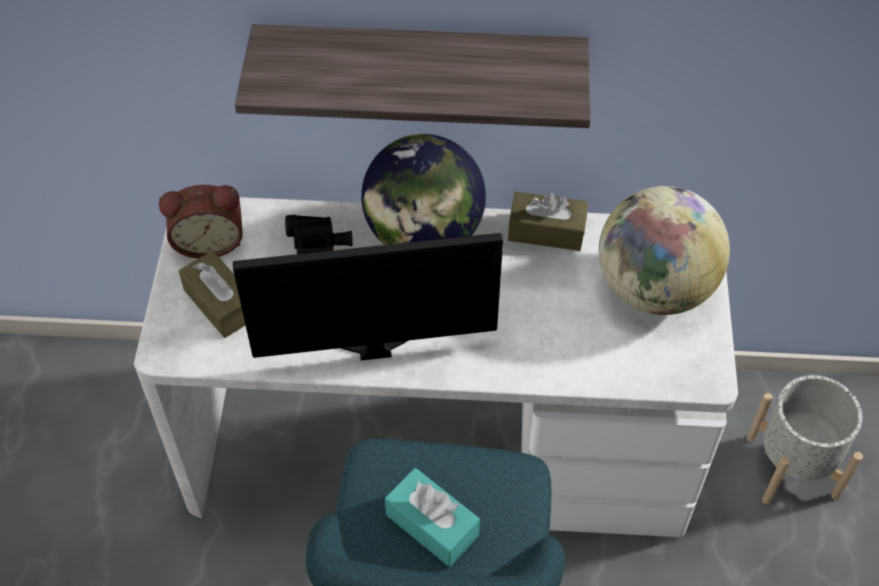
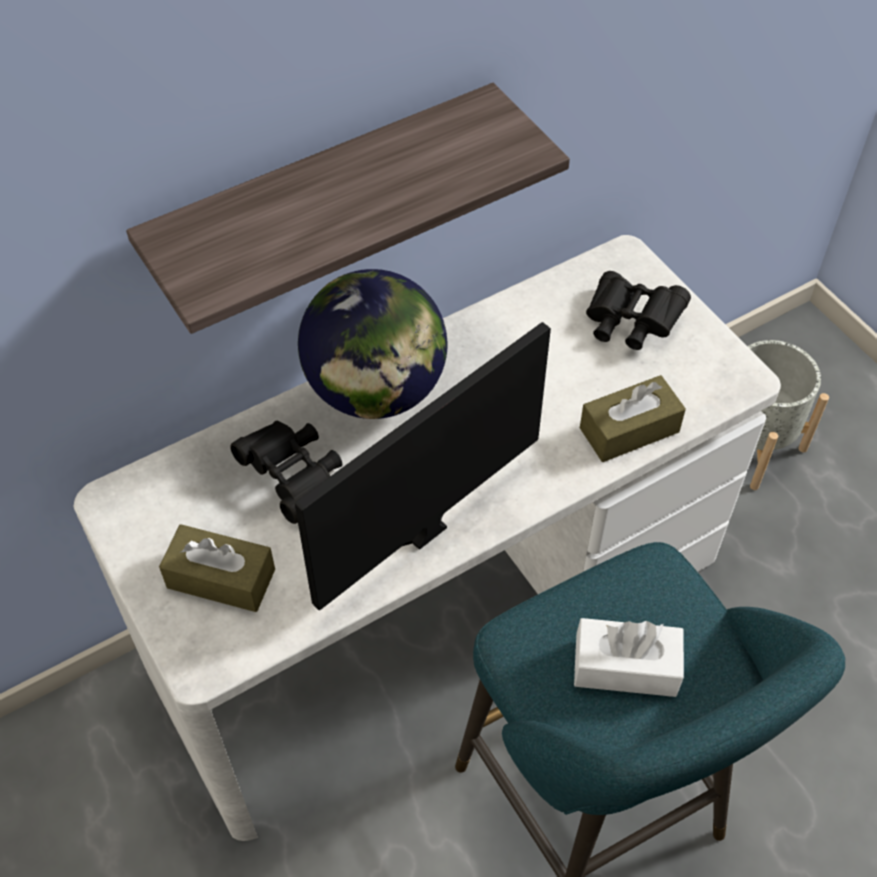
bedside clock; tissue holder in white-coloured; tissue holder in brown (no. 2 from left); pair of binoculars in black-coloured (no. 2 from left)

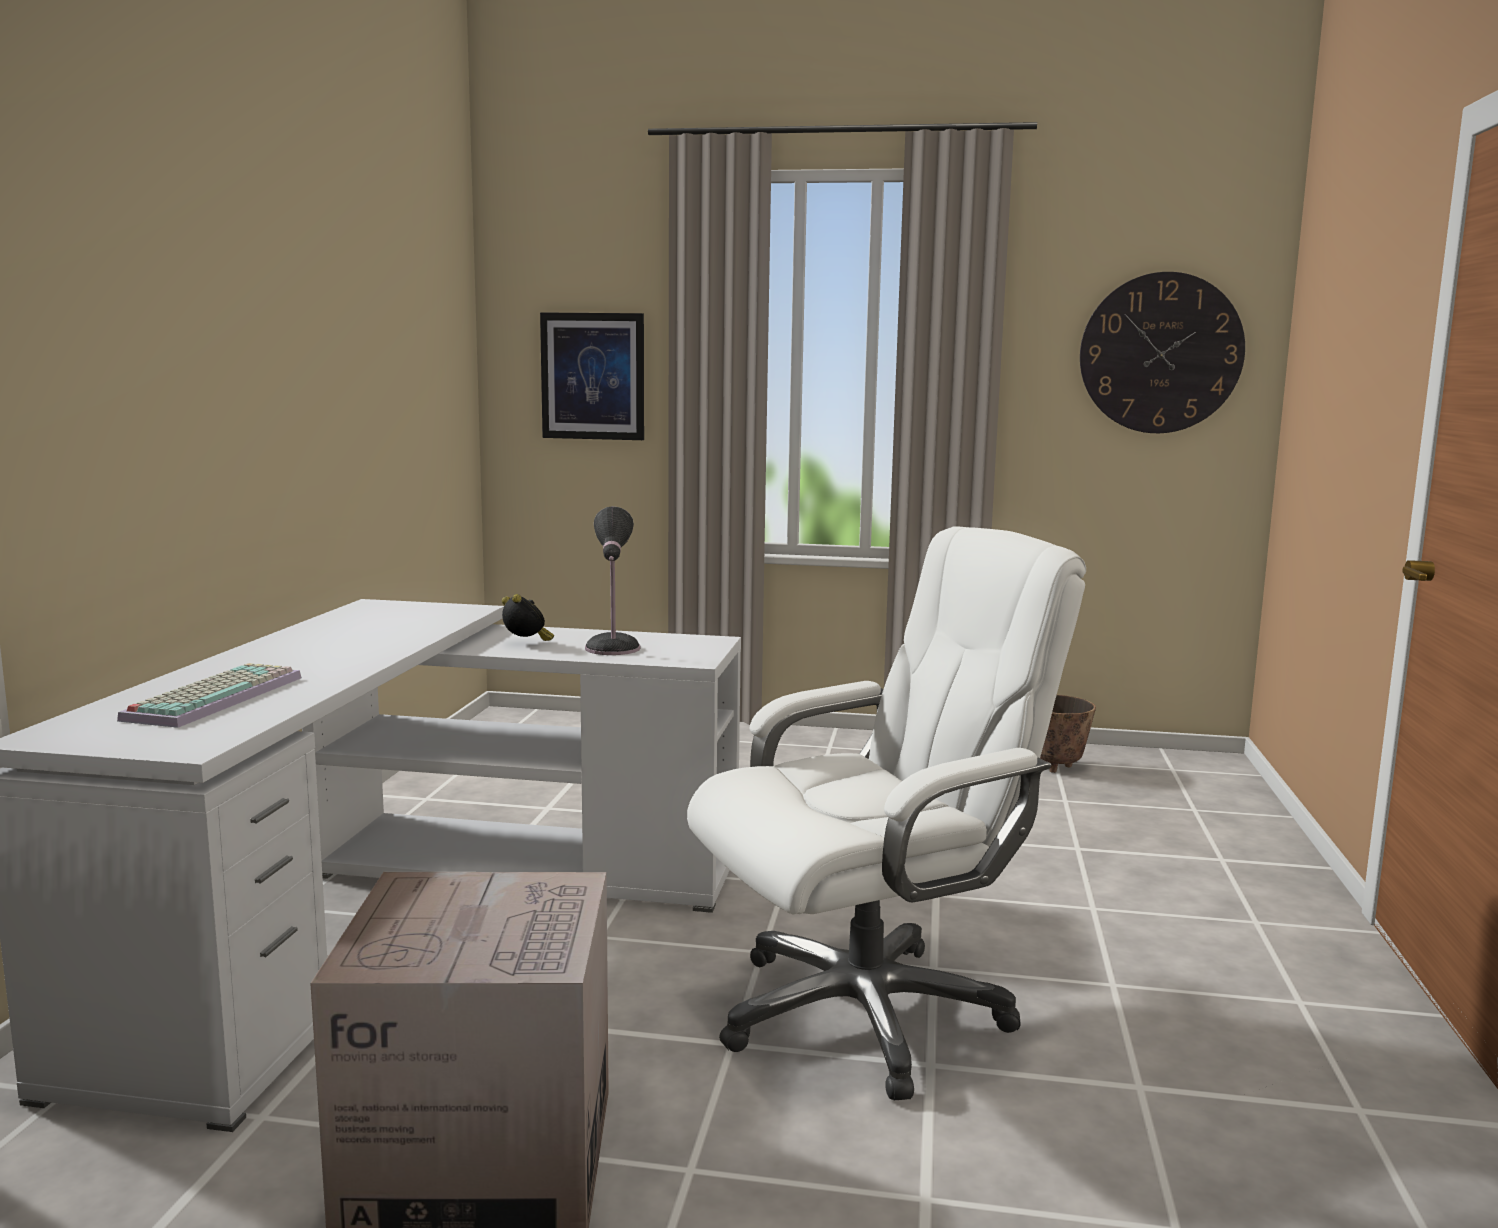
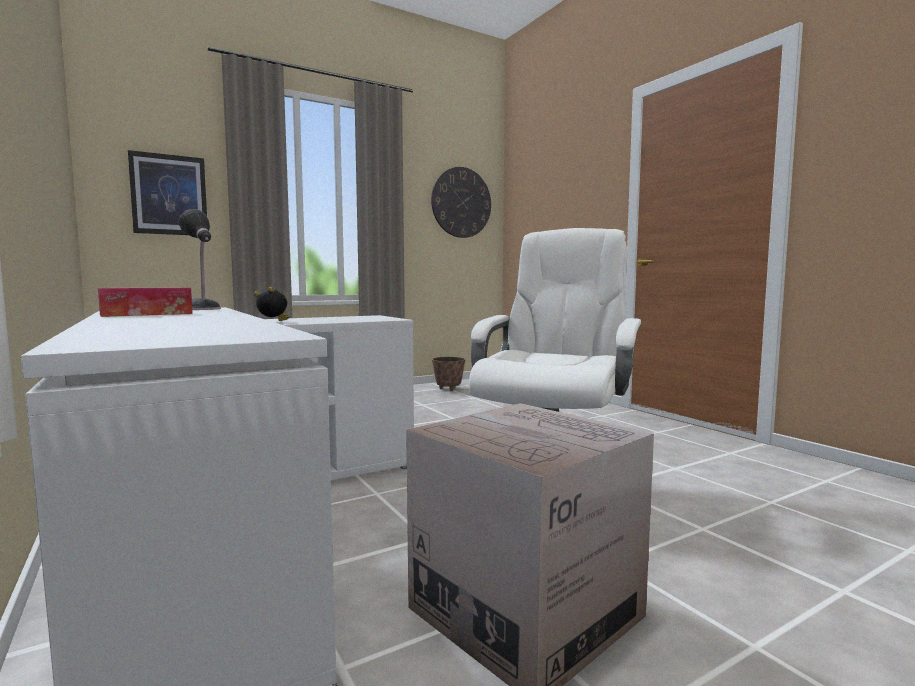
PC keyboard; table lamp; tissue holder

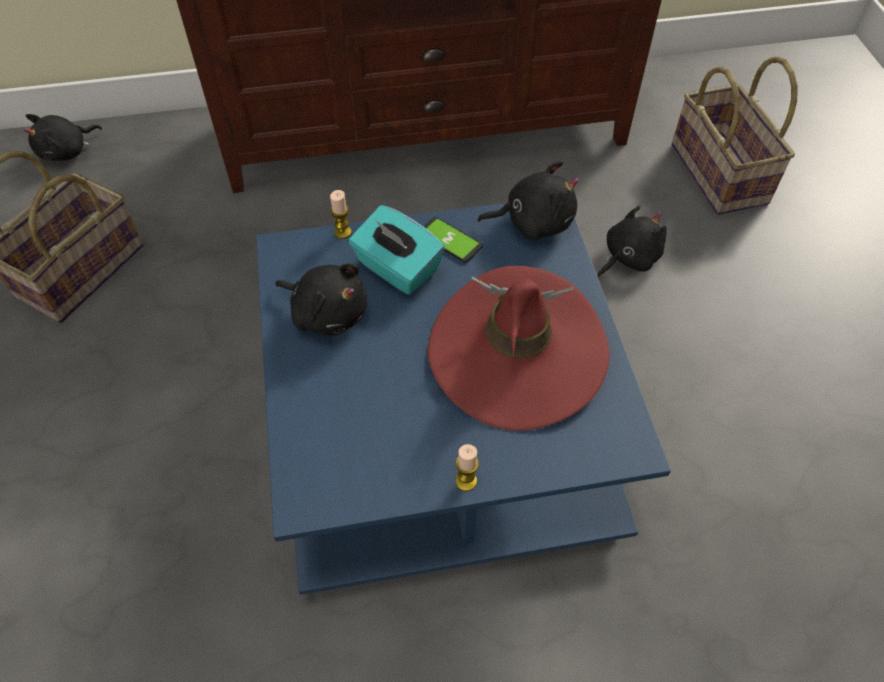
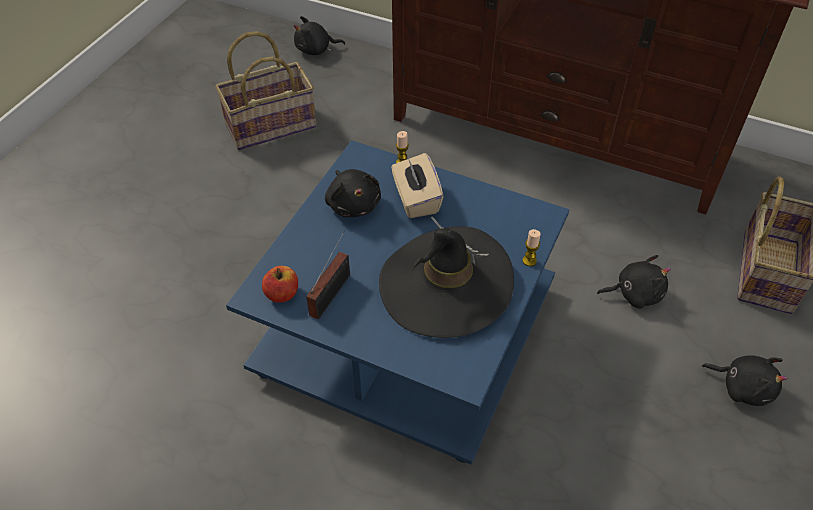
tissue holder in beige-coloured; phone; hat in black-coloured; wax light (no. 2 from left); cuddly toy in black-coloured (no. 4 from left); apple fruit; radio set

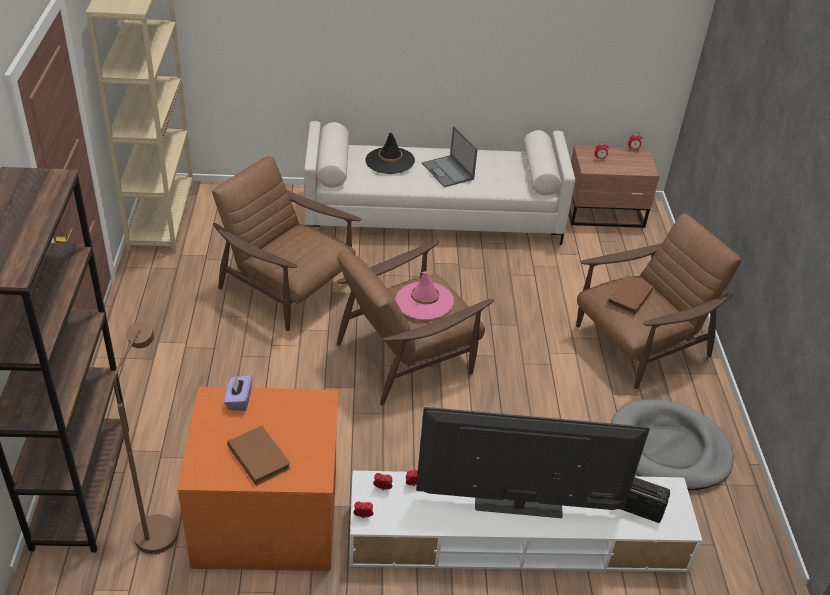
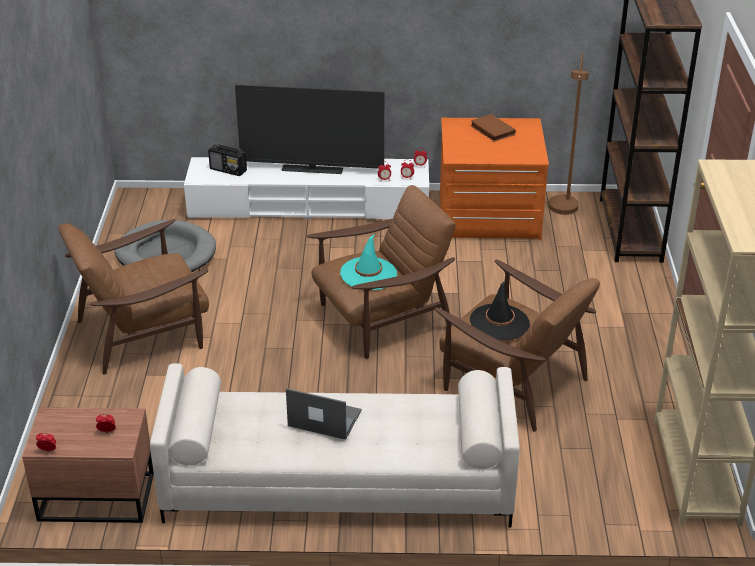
tissue holder in purplish; hat in black-coloured; hat in turquoise-coloured; notebook computer; bound book in brown (no. 2 from left in the first image)

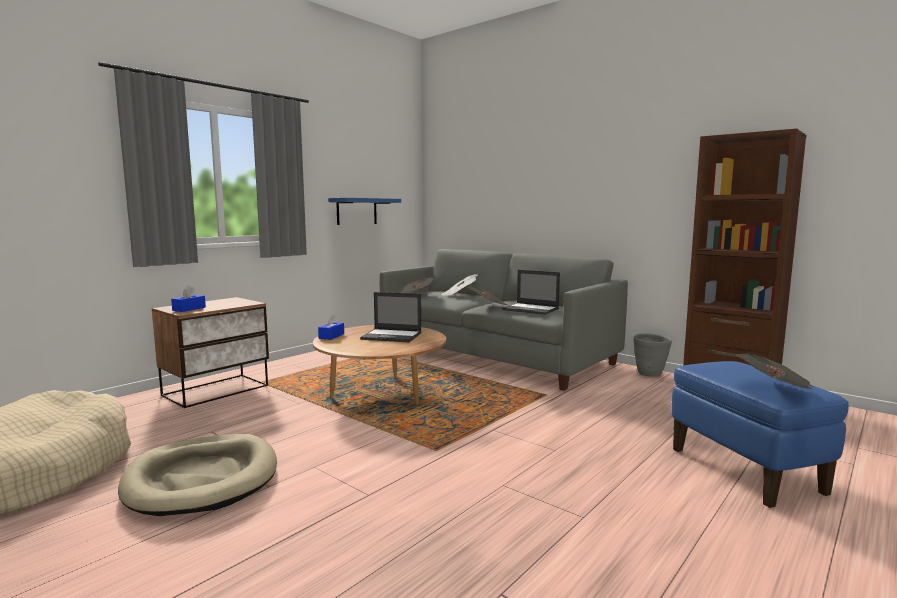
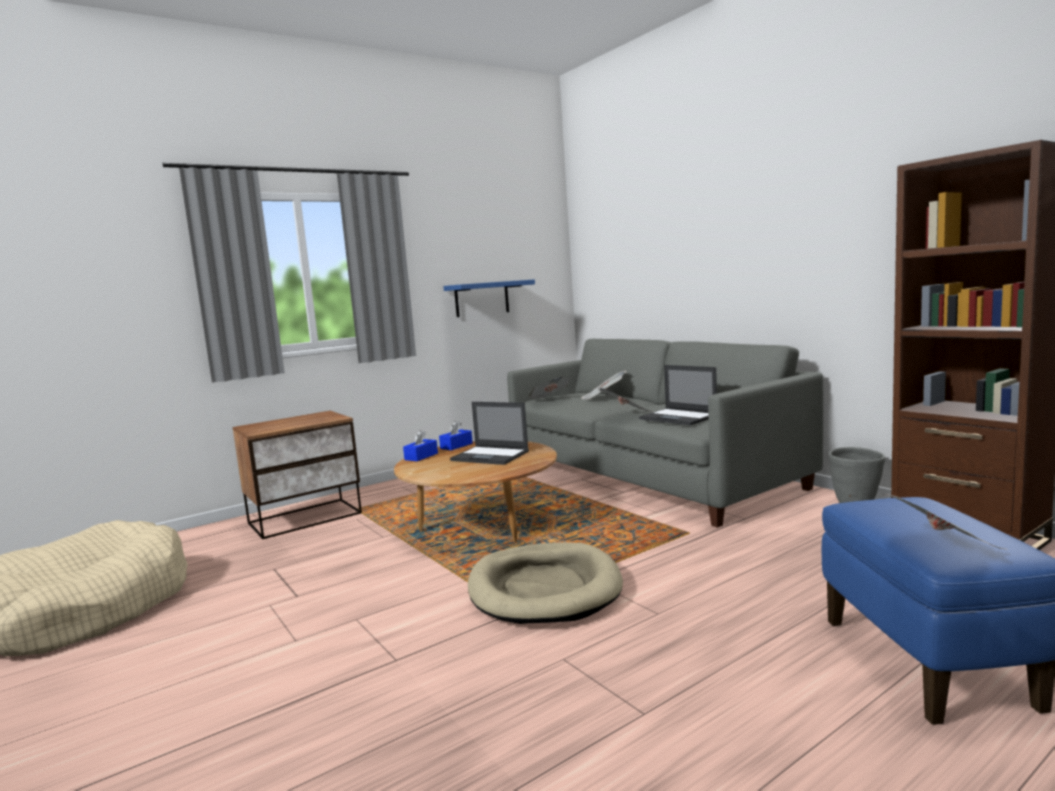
pet bed in beige-coloured (no. 2 from left); tissue holder in blue-coloured (no. 2 from left)

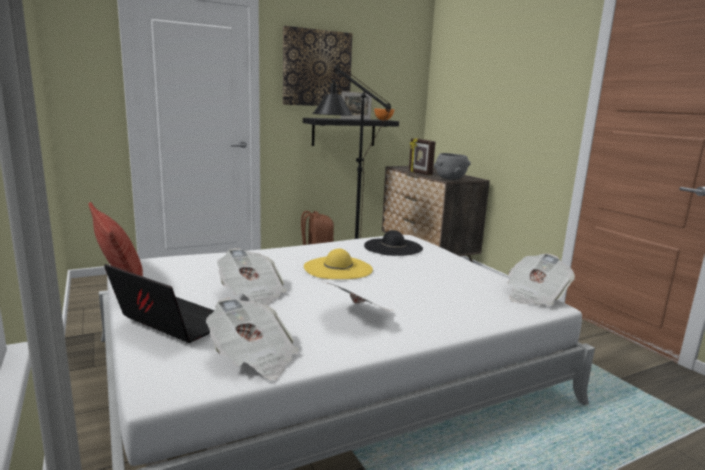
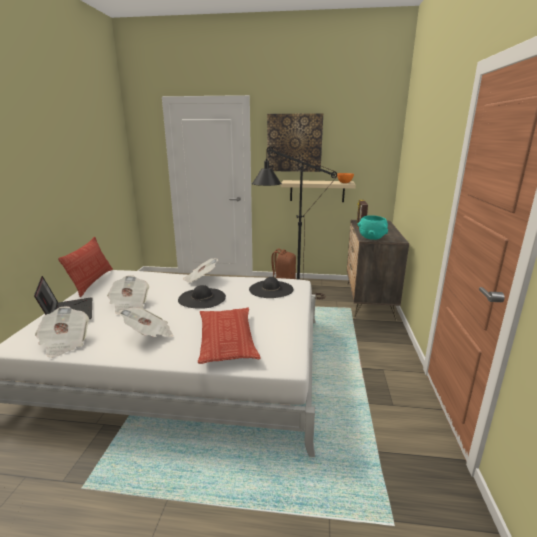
bracket shelf in beige-coloured; hat in black-coloured (no. 1 from left); standing frame (no. 1 from left in the first image); serving bowl in turquoise-coloured; printed paper (no. 4 from left); throw pillow (no. 2 from left)

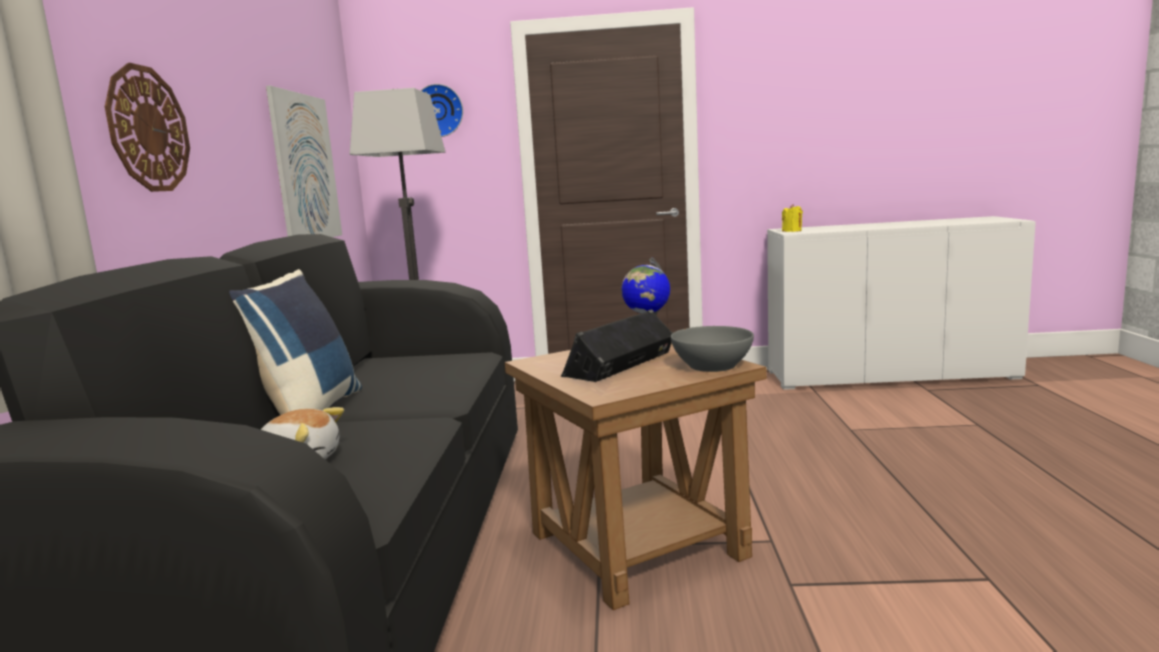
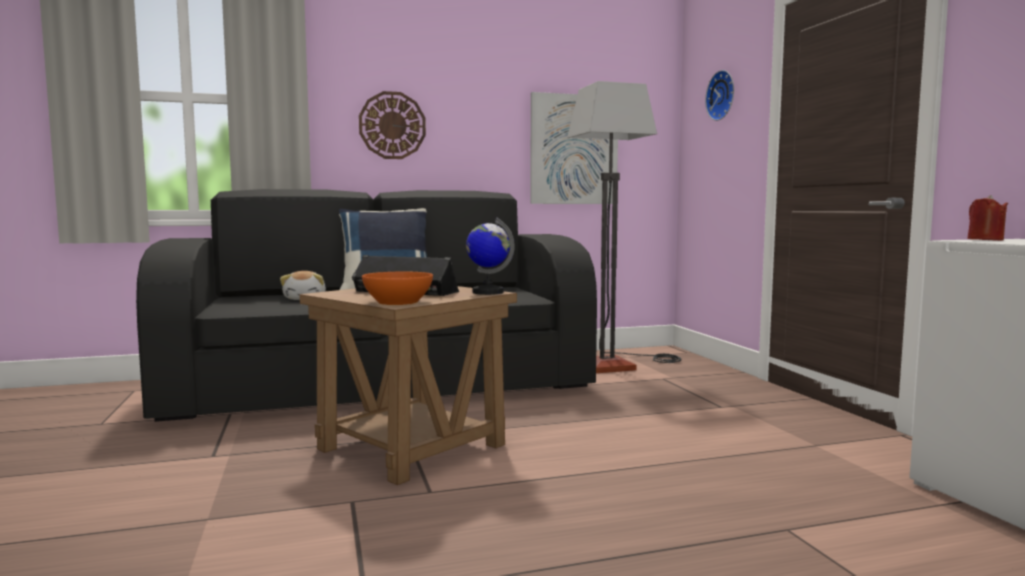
serving bowl in orange; wax light in reddish

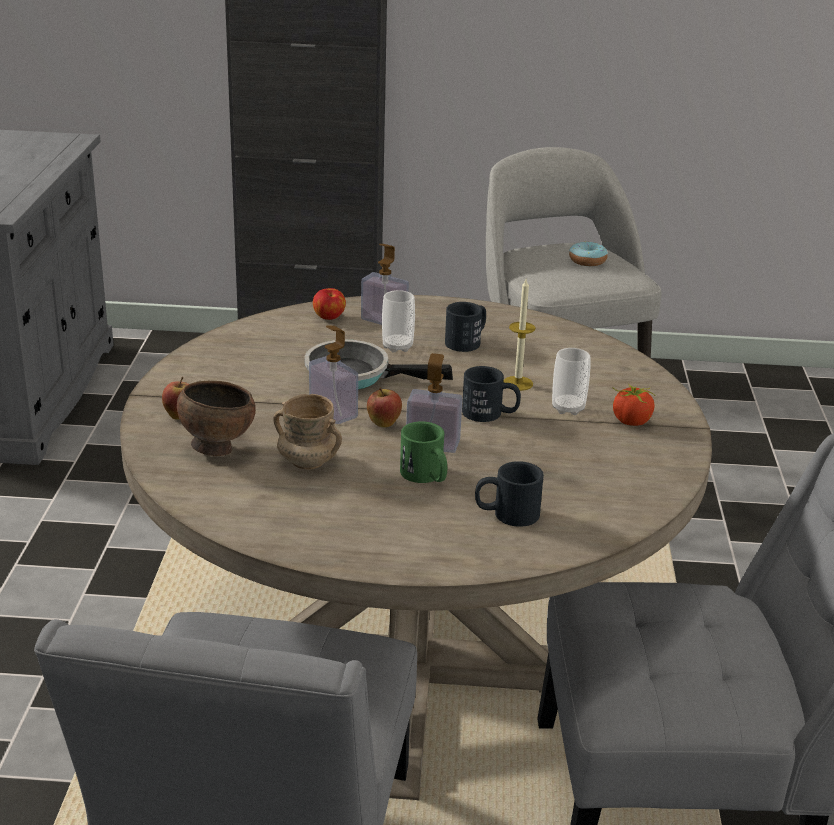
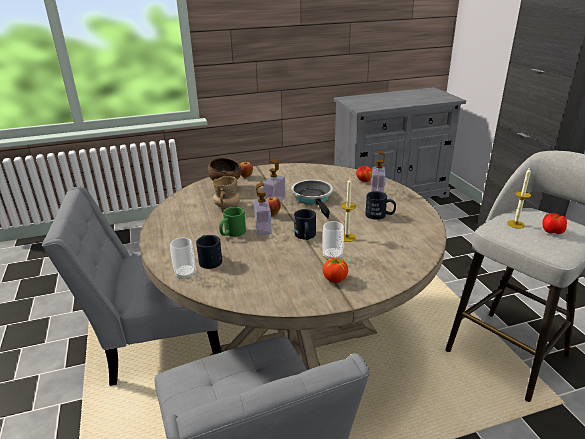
drinking cup (no. 1 from left); tomato (no. 2 from left); wax light (no. 2 from left)

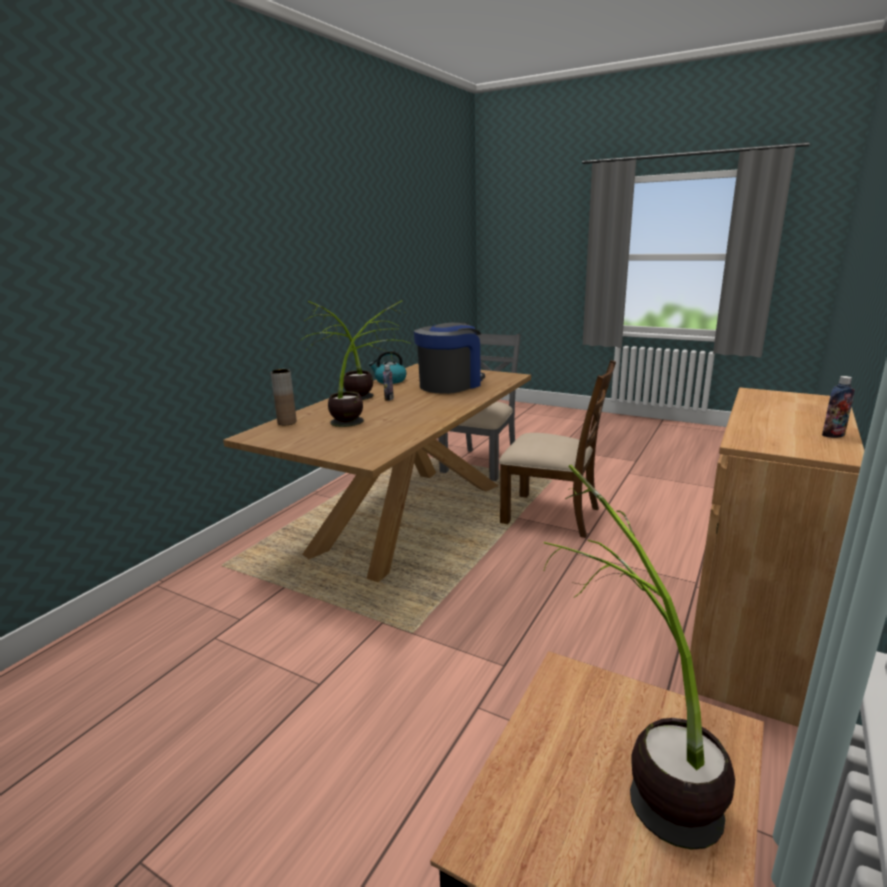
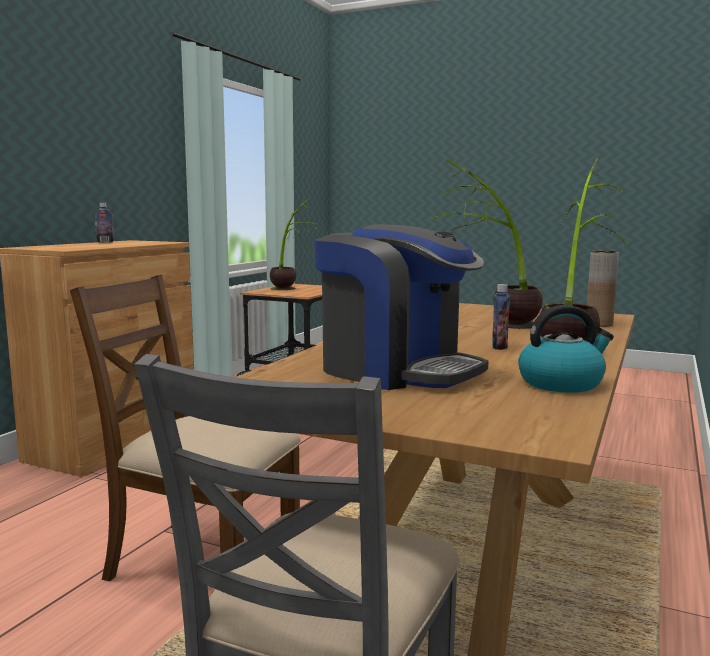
coffee maker

